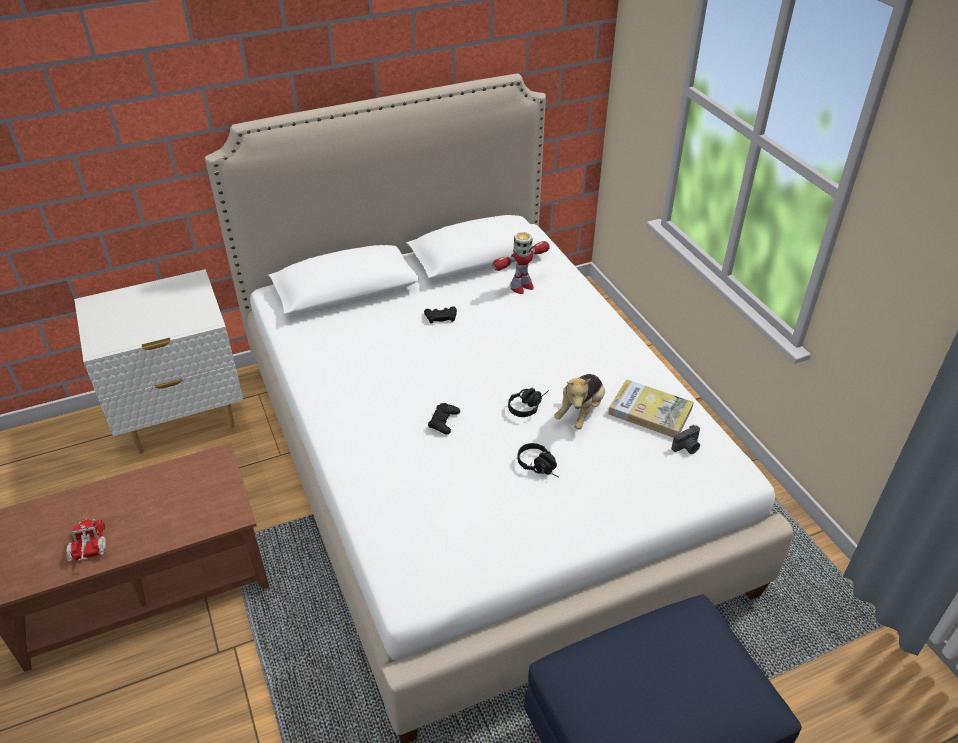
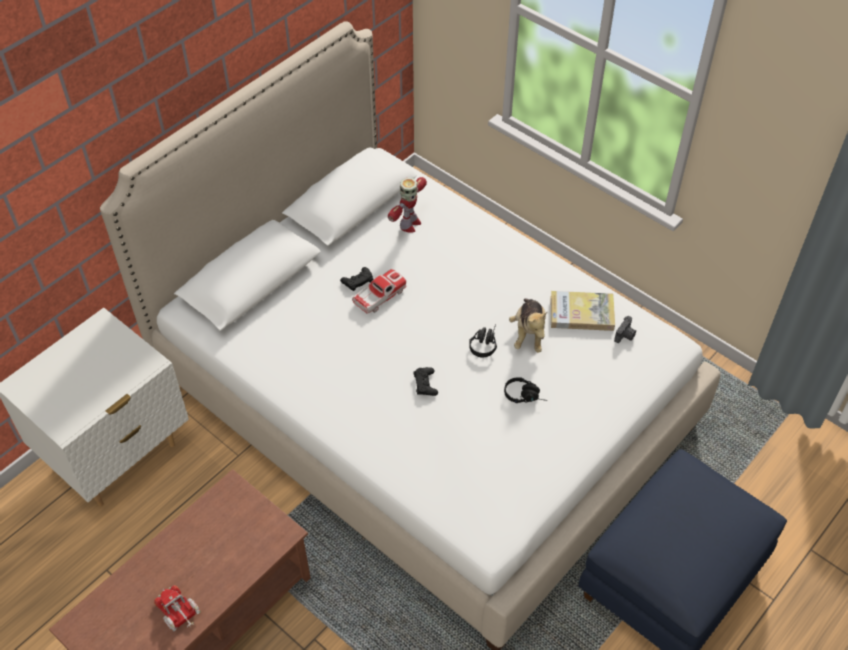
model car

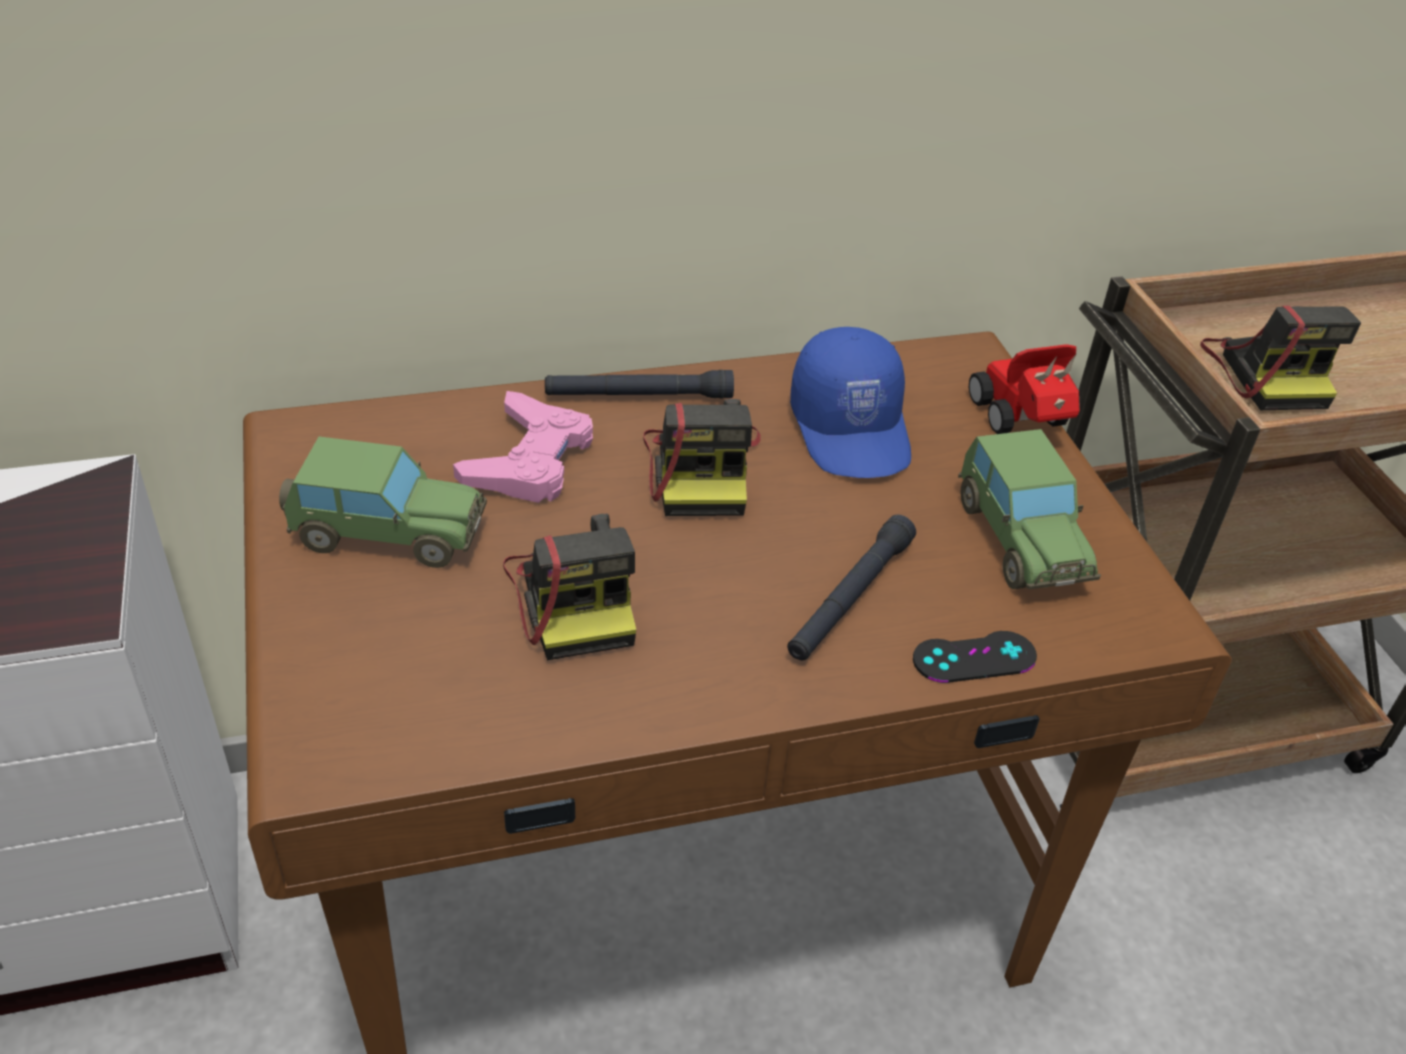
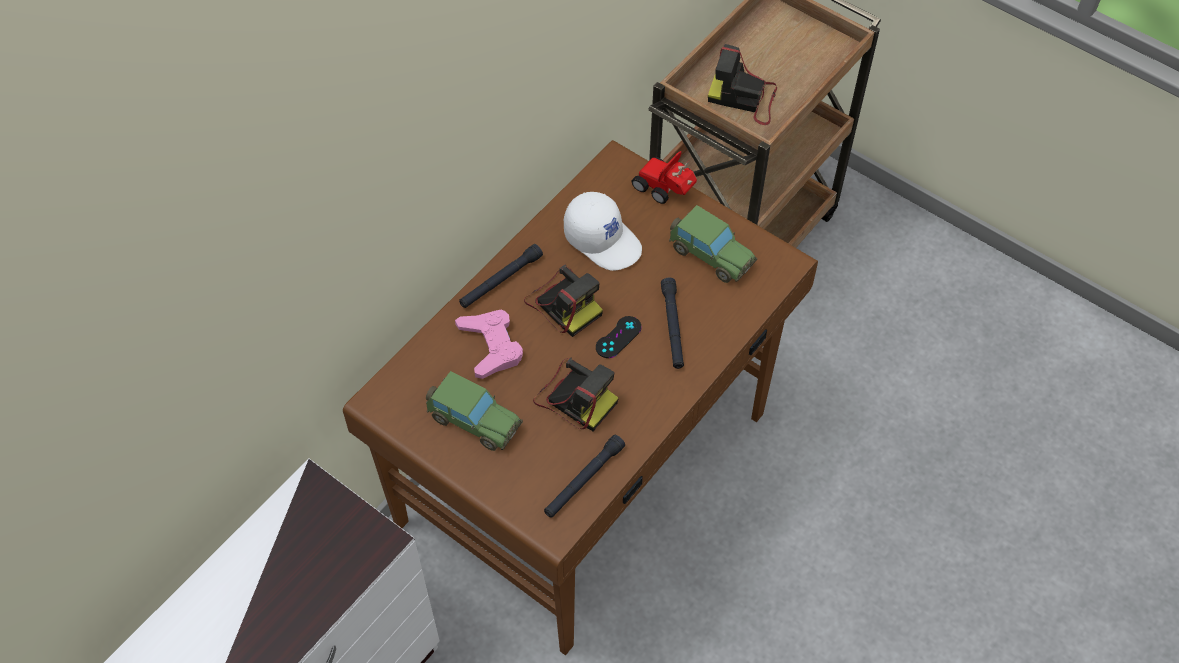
model car (no. 1 from left); cap in white-coloured; game controller in black-coloured; still camera (no. 3 from left); hand torch in black-coloured (no. 2 from left)

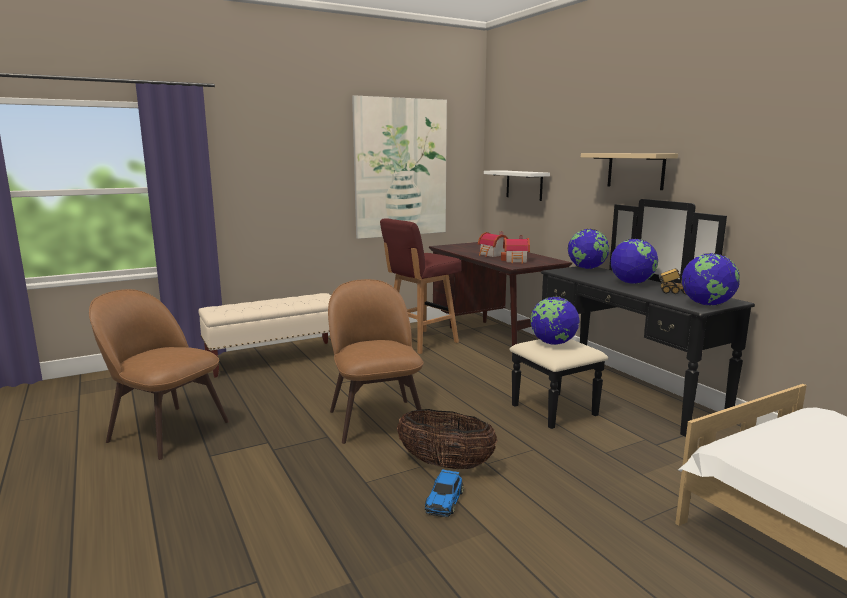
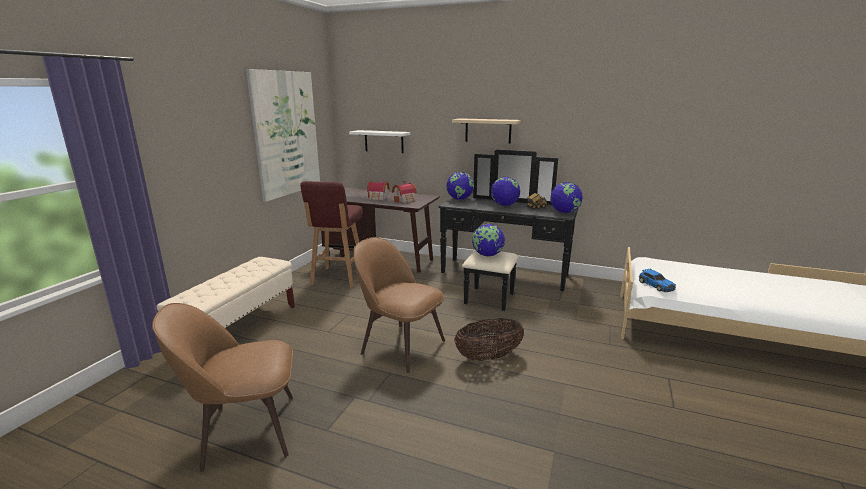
model car

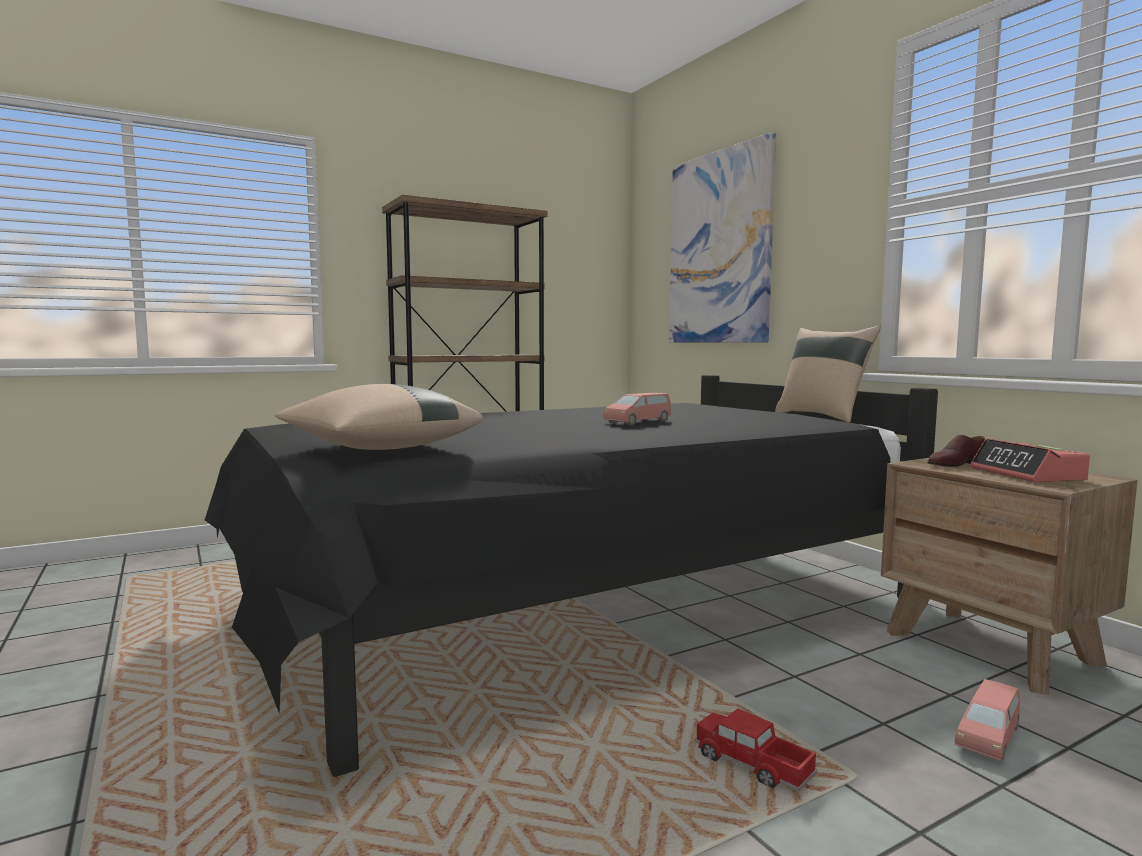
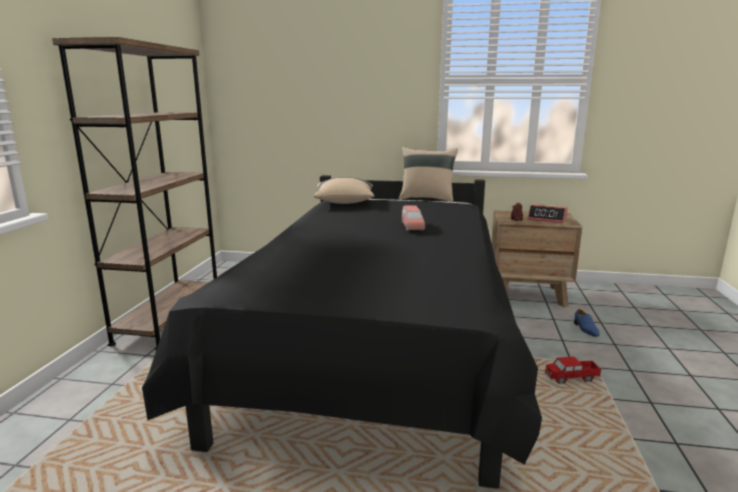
throw pillow in beige-coloured (no. 1 from left); wall art; shoe in blue-coloured

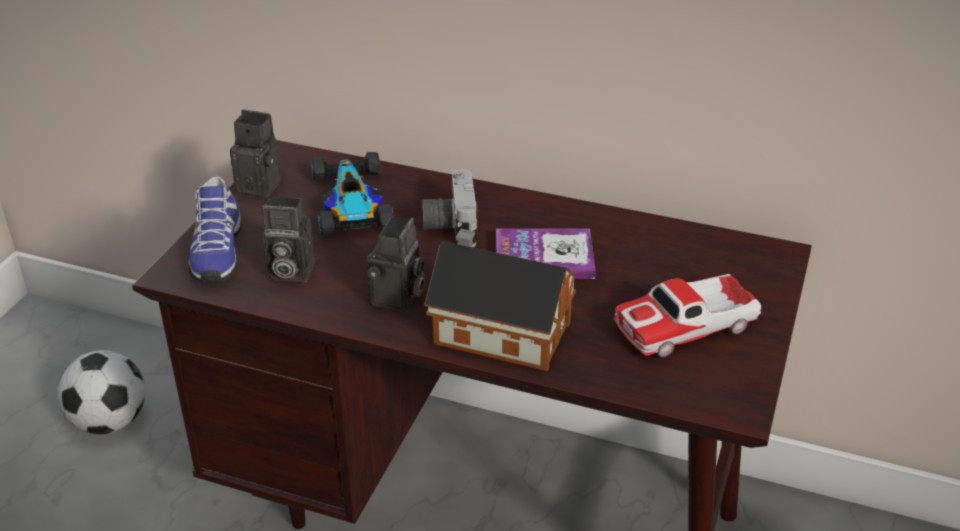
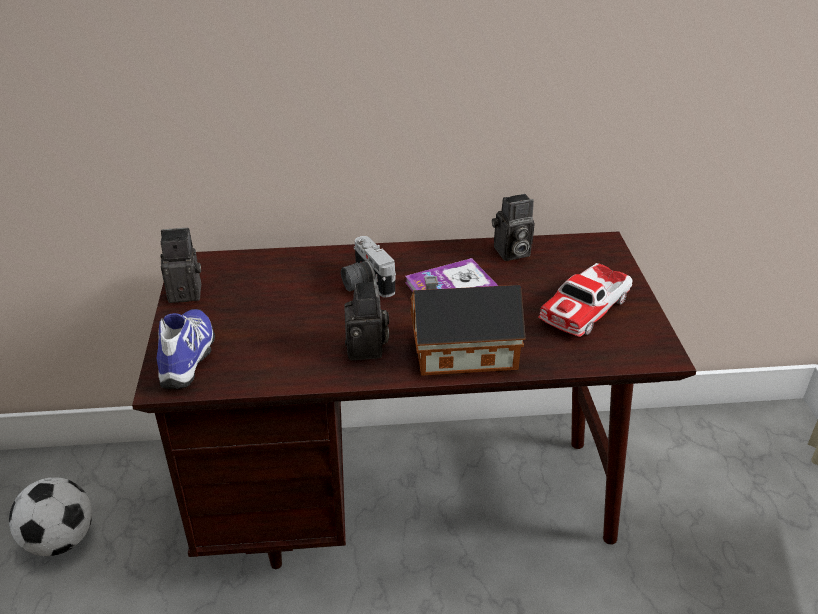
shoe; still camera (no. 4 from left); model car (no. 1 from left in the first image)

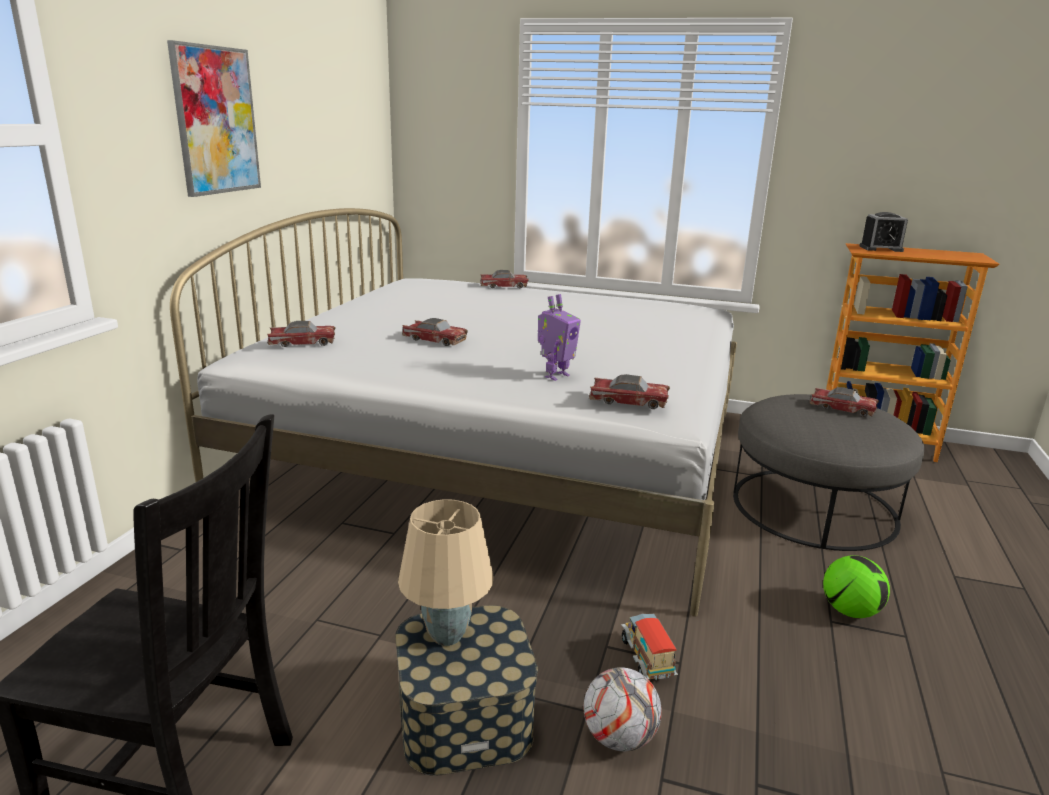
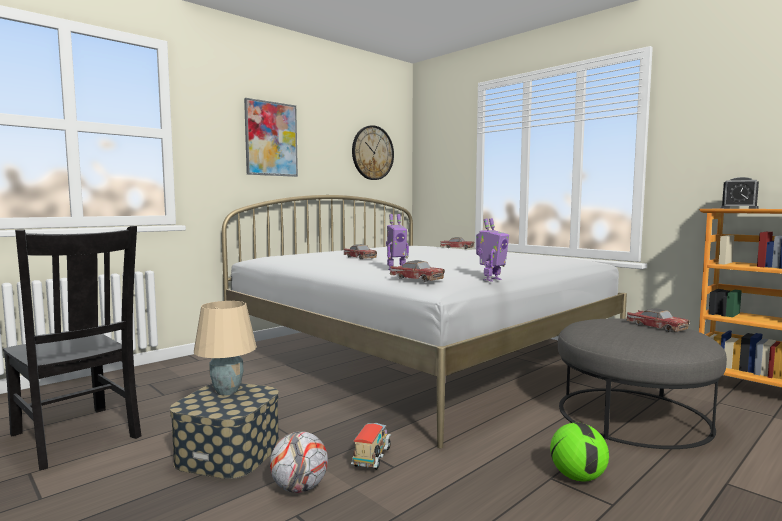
model car (no. 1 from left in the first image); hanging clock; model robot (no. 2 from left)

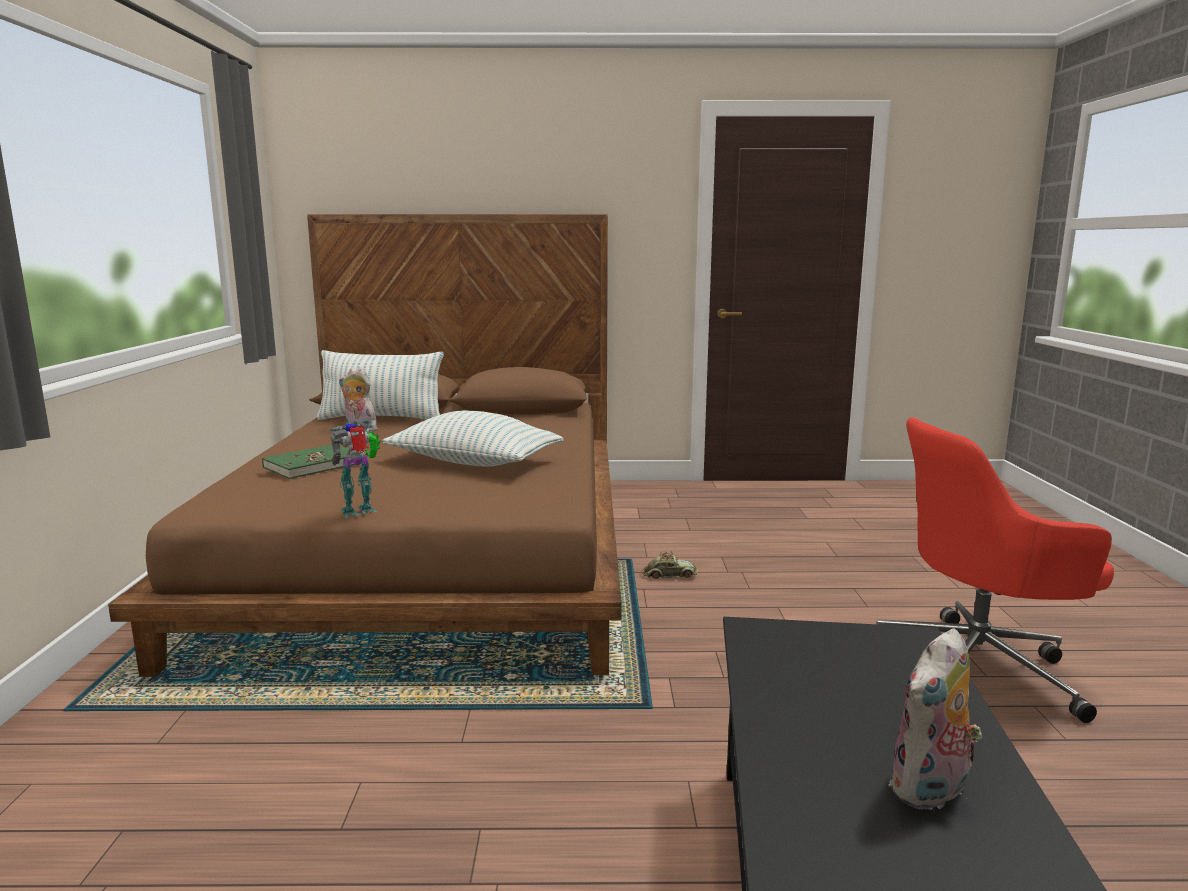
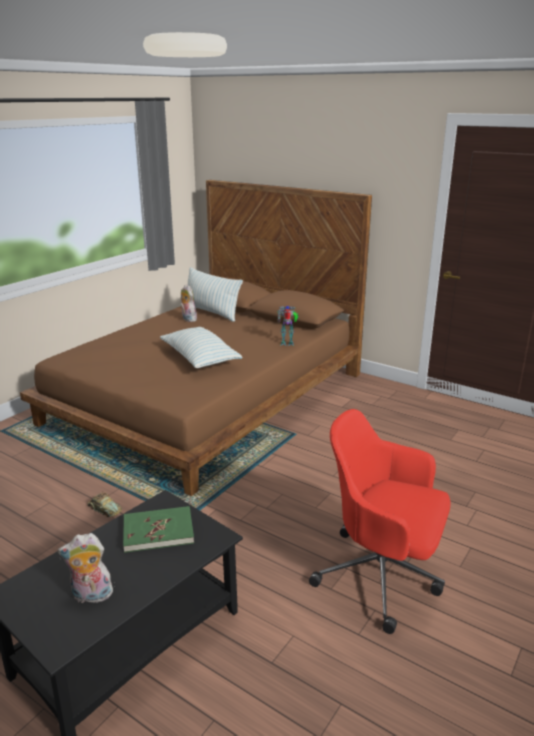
bound book in green-coloured; model robot; model car

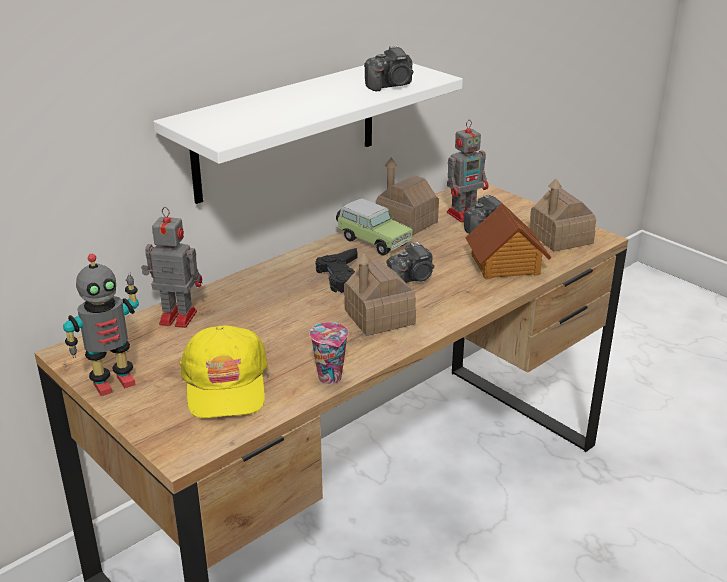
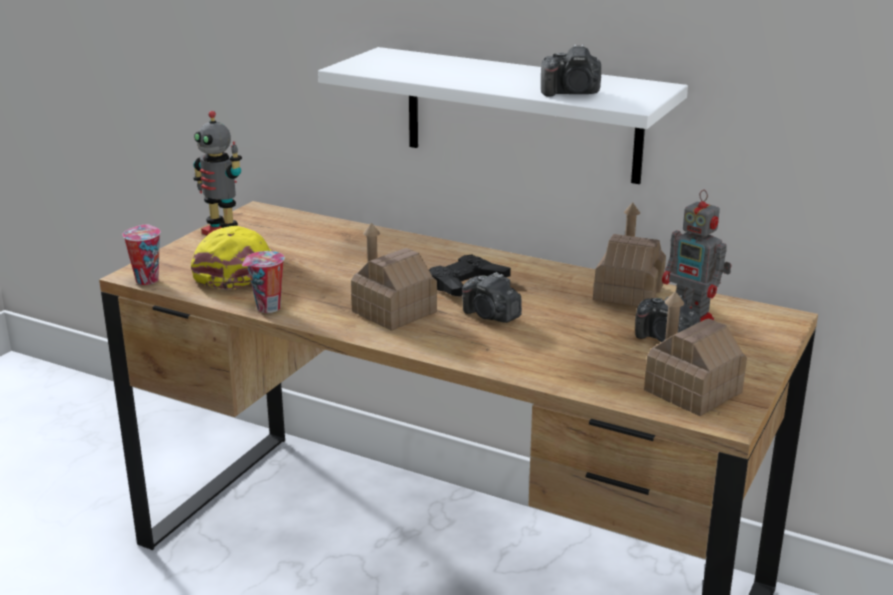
model robot (no. 2 from left in the first image); cap in yellowish; model car; still camera (no. 2 from left); miniature house (no. 3 from left in the first image); drinking cup (no. 1 from left)

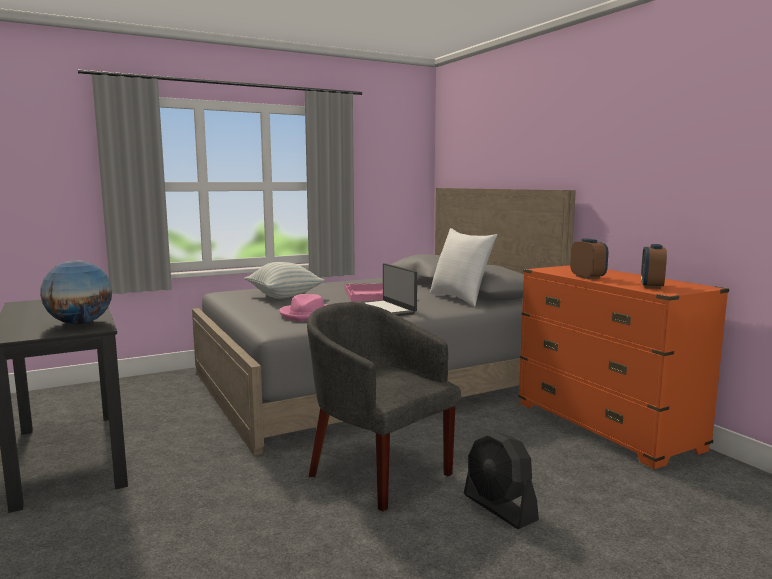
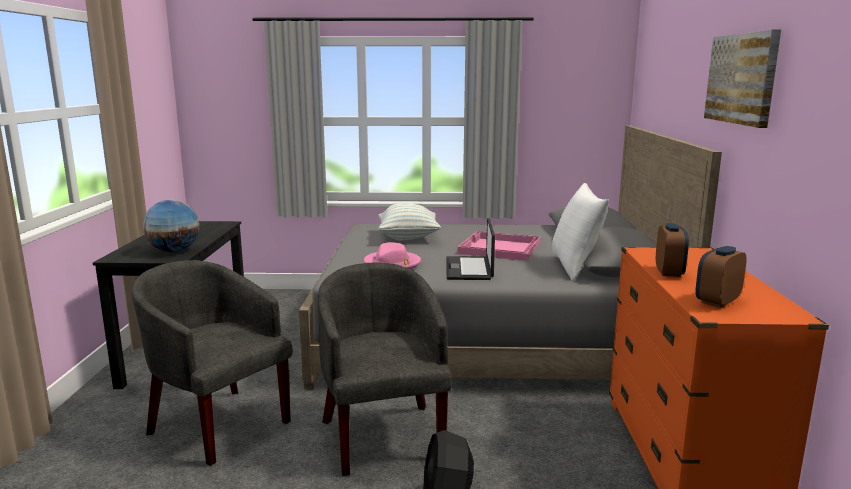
lounge chair in grey (no. 1 from left); wall art

